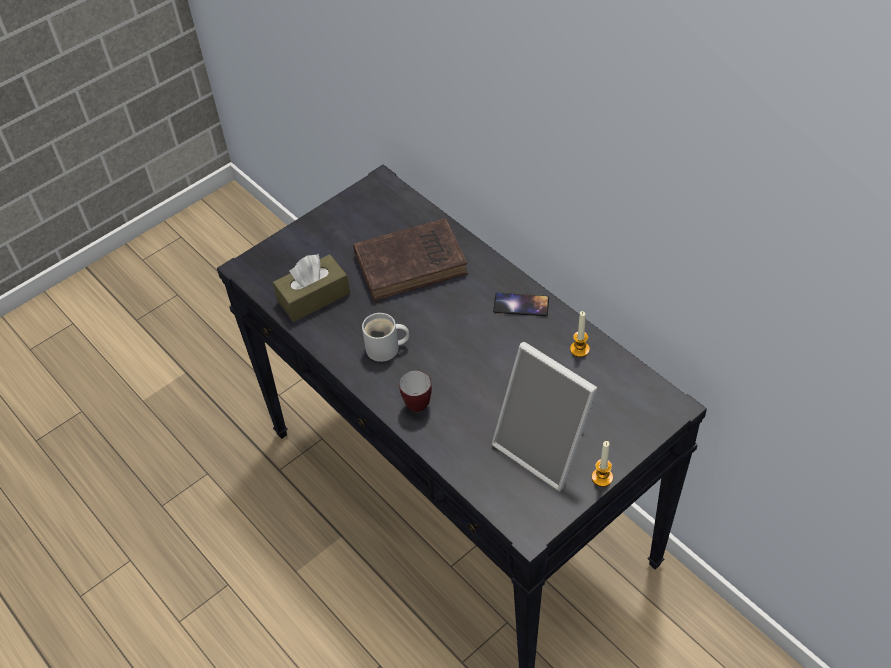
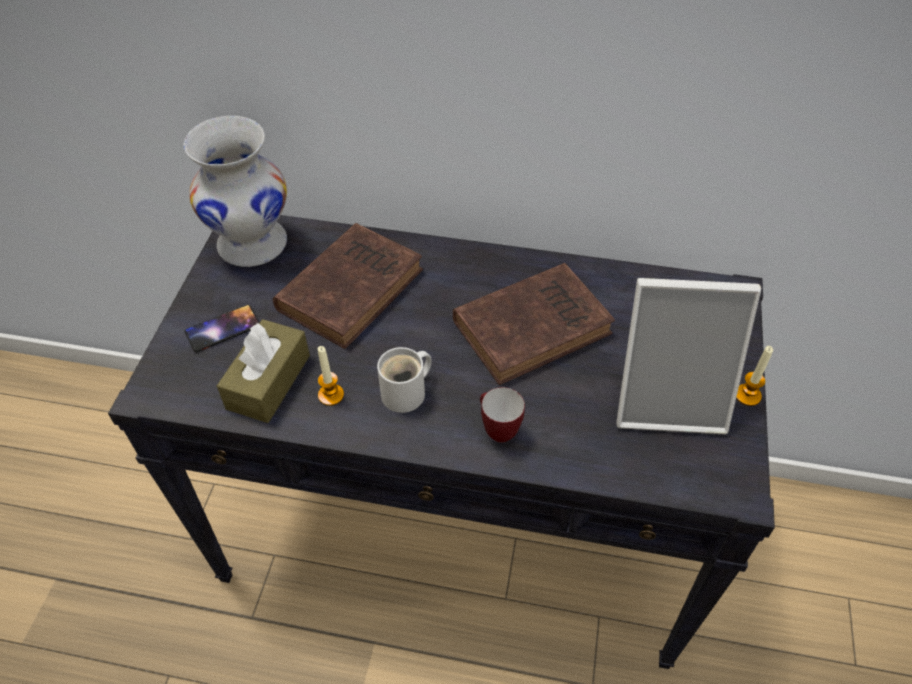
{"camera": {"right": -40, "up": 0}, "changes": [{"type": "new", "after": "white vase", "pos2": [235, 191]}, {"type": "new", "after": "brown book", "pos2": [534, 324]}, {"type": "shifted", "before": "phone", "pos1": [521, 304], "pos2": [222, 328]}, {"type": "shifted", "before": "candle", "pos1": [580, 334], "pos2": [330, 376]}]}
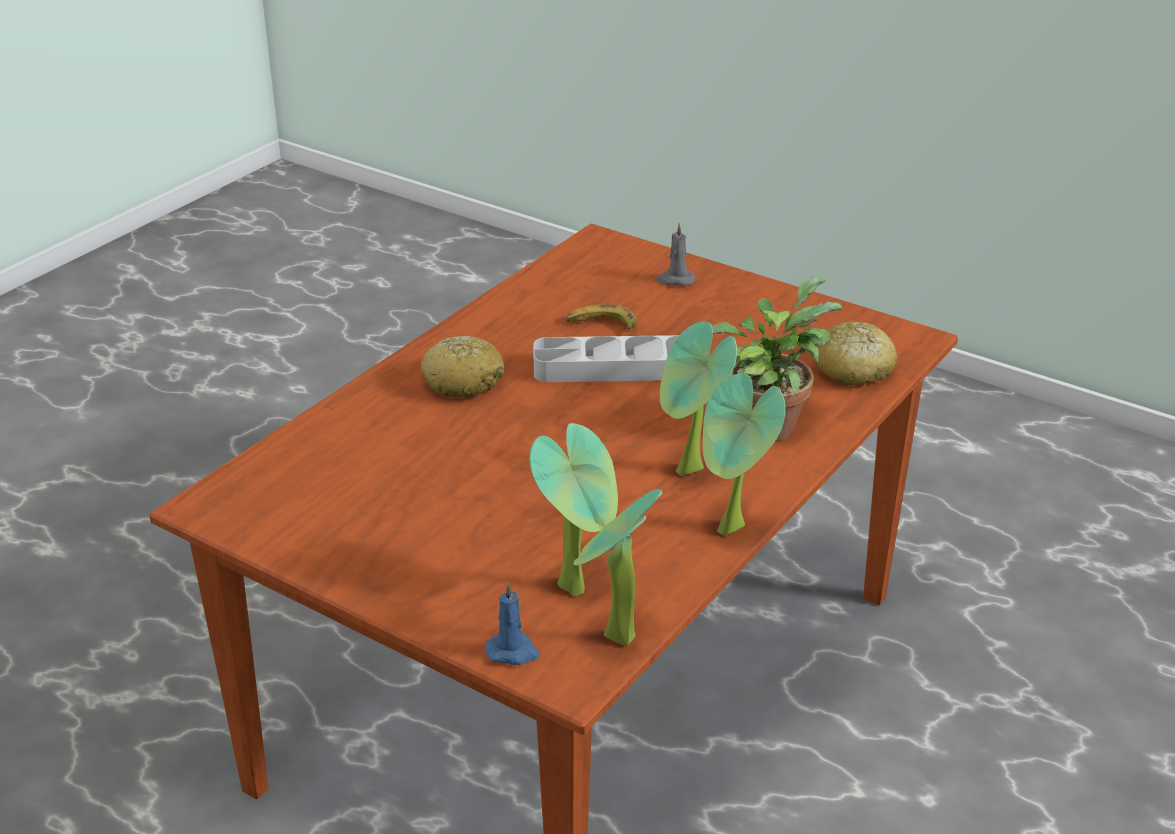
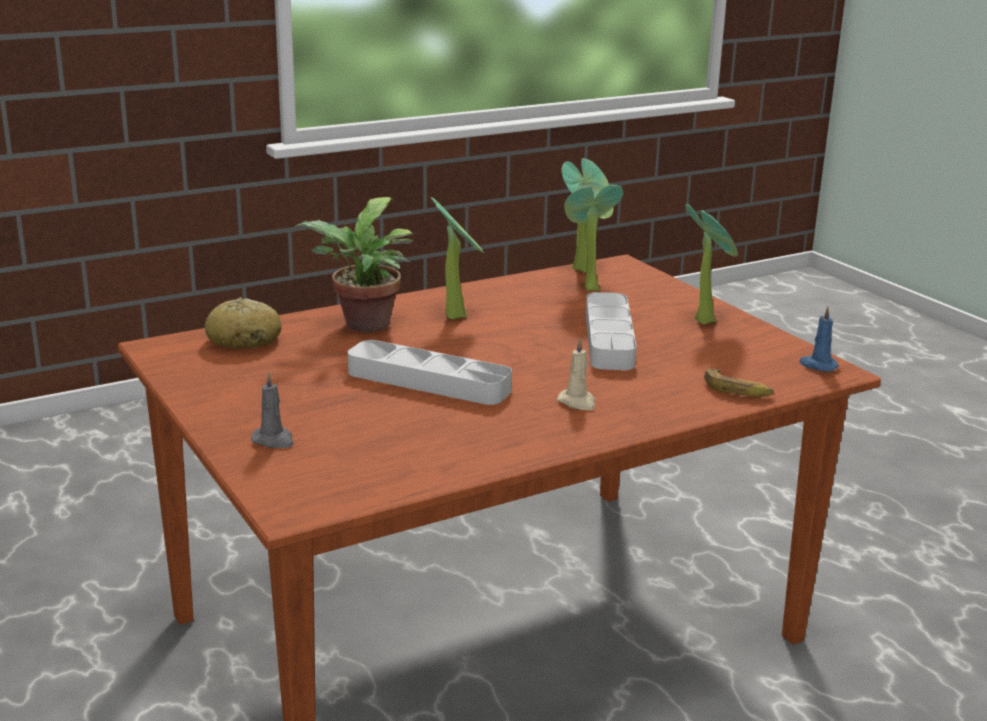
{"camera": {"right": -155, "up": -10}, "changes": [{"type": "new", "after": "grey tray", "pos2": [611, 331]}, {"type": "shifted", "before": "blue candle", "pos1": [512, 623], "pos2": [819, 339]}, {"type": "shifted", "before": "banana", "pos1": [601, 318], "pos2": [739, 383]}, {"type": "shifted", "before": "potted plant", "pos1": [743, 454], "pos2": [711, 264]}, {"type": "swapped", "before": "bread", "after": "beige candle", "pos1": [462, 367], "pos2": [576, 374]}]}
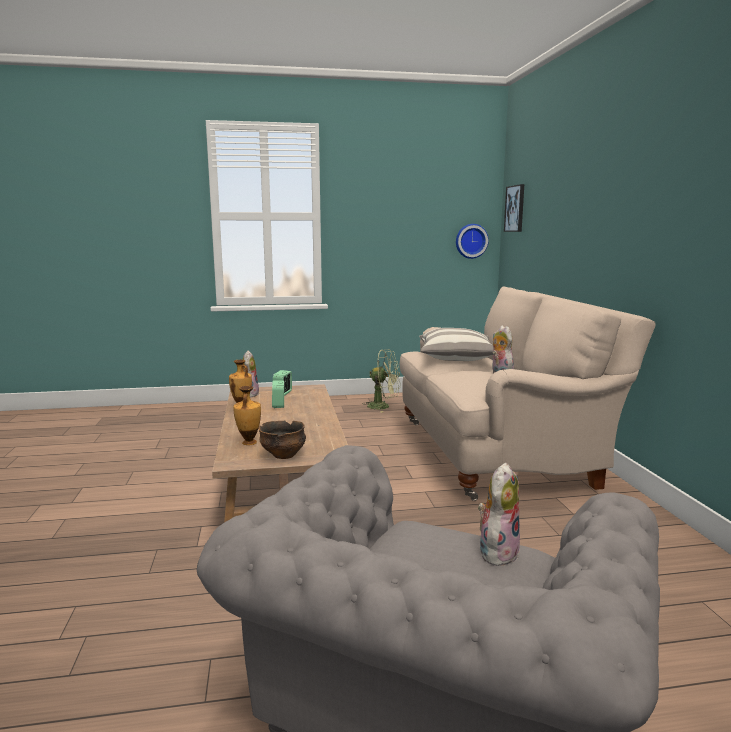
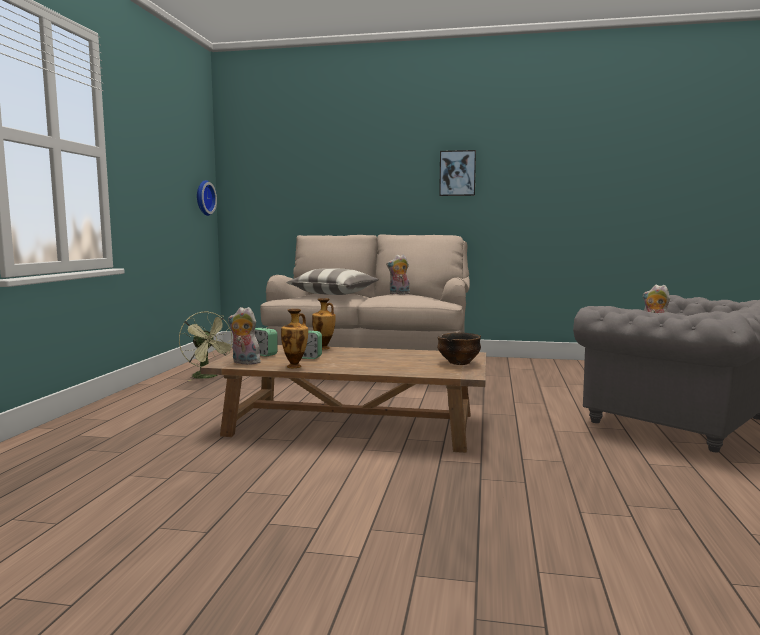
{"camera": {"right": -70, "up": -5}, "changes": [{"type": "shifted", "before": "vase", "pos1": [247, 415], "pos2": [324, 324]}, {"type": "shifted", "before": "picture", "pos1": [514, 208], "pos2": [457, 173]}, {"type": "rotated", "before": "green fan", "pos1": [382, 381], "pos2": [206, 346], "turn": 105}]}
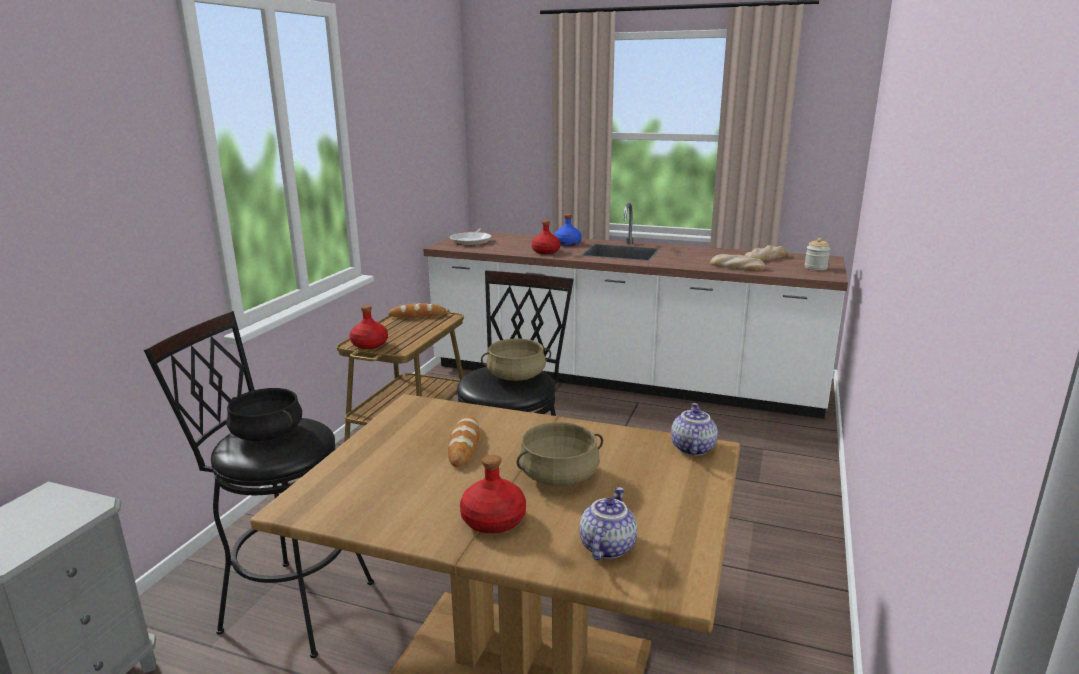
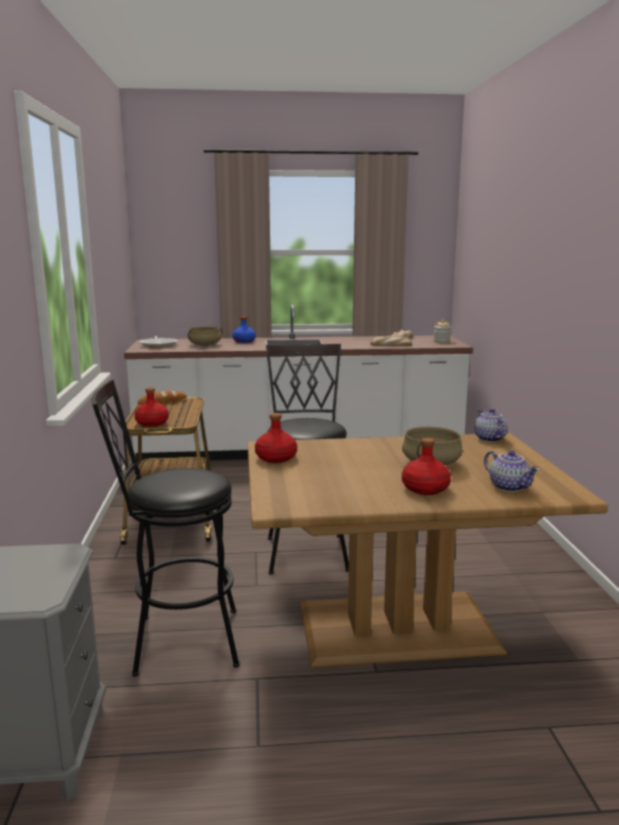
{"camera": {"right": -25, "up": -5}, "changes": [{"type": "gone", "before": "black cooking pot", "pos1": [264, 414]}, {"type": "gone", "before": "bread", "pos1": [463, 441]}, {"type": "shifted", "before": "beige cooking pot", "pos1": [516, 360], "pos2": [205, 336]}, {"type": "shifted", "before": "red bottle", "pos1": [546, 237], "pos2": [276, 438]}, {"type": "rotated", "before": "teapot", "pos1": [608, 523], "pos2": [511, 471], "turn": 150}]}
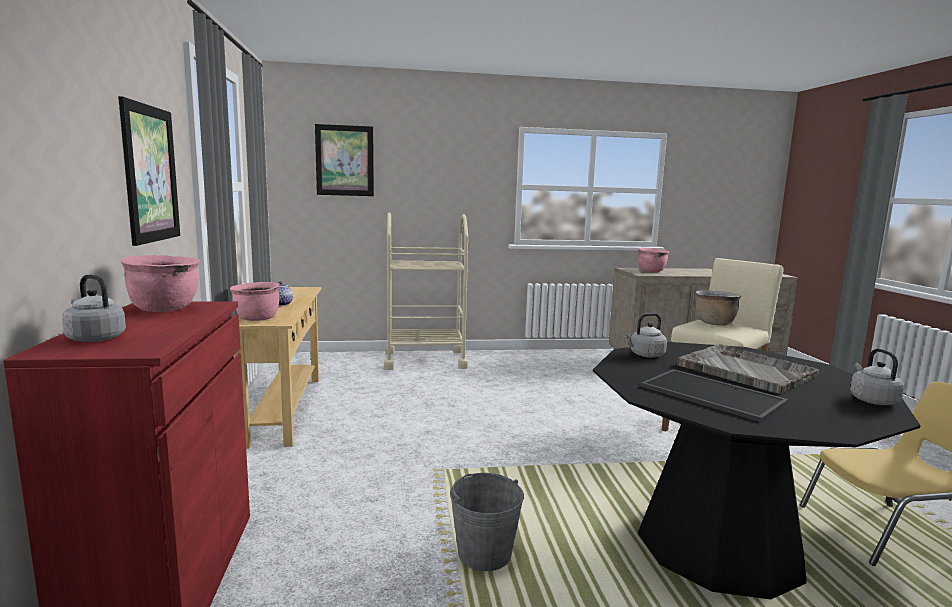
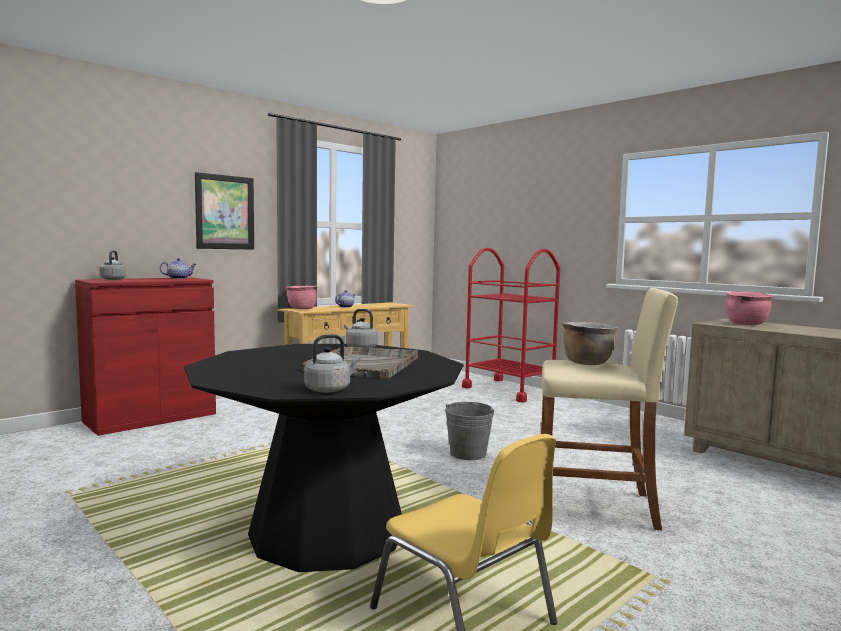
{"camera": {"right": 55, "up": -5}, "changes": [{"type": "gone", "before": "picture", "pos1": [344, 160]}, {"type": "gone", "before": "tray", "pos1": [715, 395]}, {"type": "shifted", "before": "grey bucket", "pos1": [487, 522], "pos2": [469, 431]}, {"type": "swapped", "before": "pink cooking pot", "after": "teapot", "pos1": [160, 283], "pos2": [178, 268]}, {"type": "repainted", "before": "beige cart", "after": "red cart", "pos1": [426, 291], "pos2": [511, 325]}]}
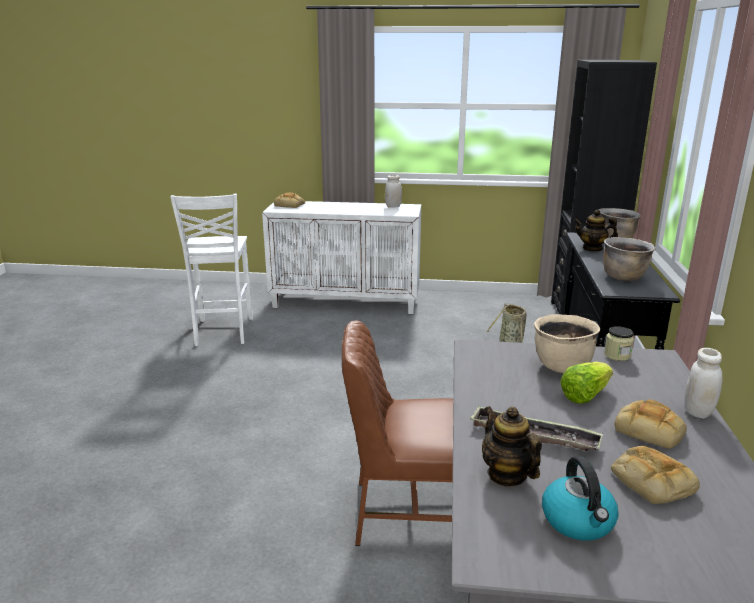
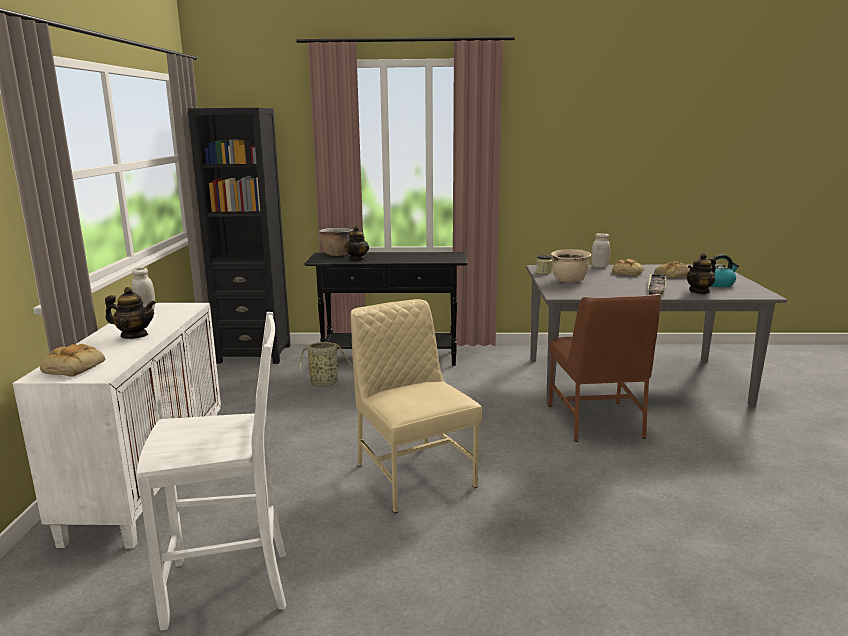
{"camera": {"right": -95, "up": -5}, "changes": [{"type": "gone", "before": "lettuce", "pos1": [586, 383]}, {"type": "gone", "before": "brown cooking pot", "pos1": [629, 259]}, {"type": "new", "after": "teapot", "pos2": [130, 313]}, {"type": "new", "after": "beige chair", "pos2": [416, 406]}]}
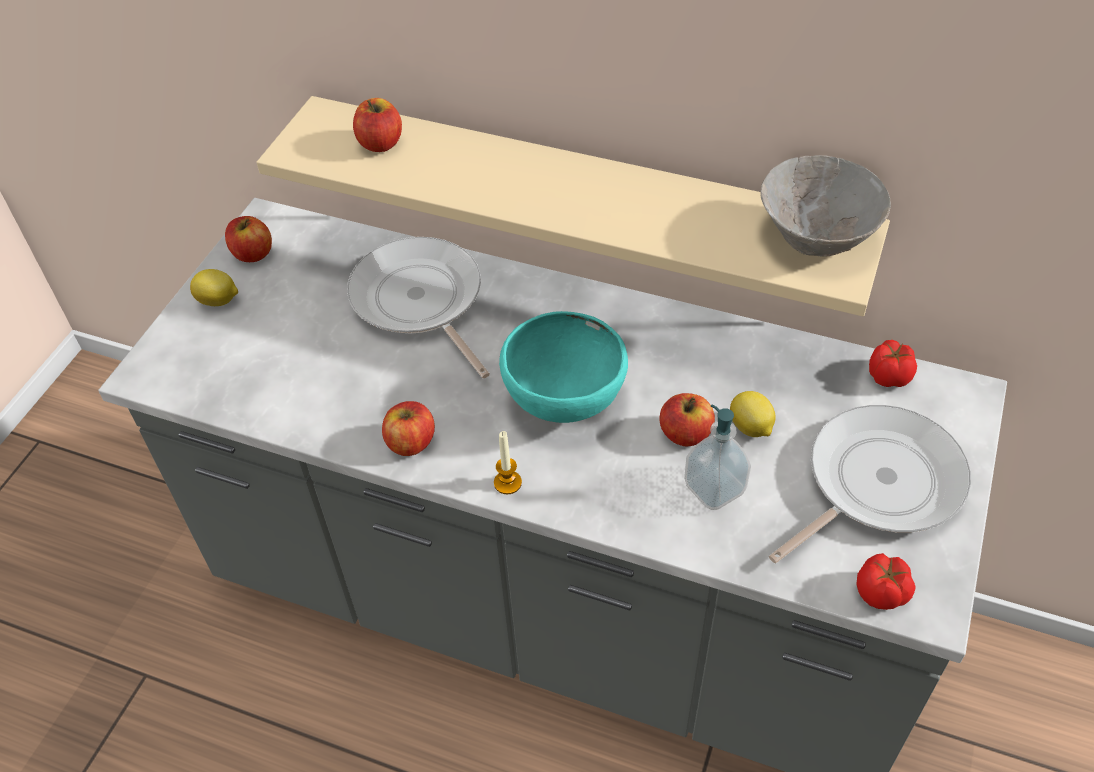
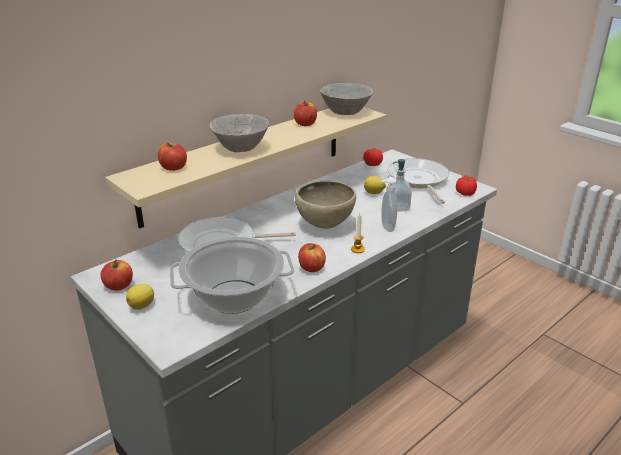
{"camera": {"right": -65, "up": -20}, "changes": [{"type": "new", "after": "cooking pot", "pos2": [232, 275]}, {"type": "new", "after": "grey bowl", "pos2": [239, 133]}, {"type": "new", "after": "soap dispenser", "pos2": [390, 204]}, {"type": "shifted", "before": "apple", "pos1": [687, 420], "pos2": [305, 113]}, {"type": "repainted", "before": "turquoise bowl", "after": "brown bowl", "pos1": [563, 367], "pos2": [325, 205]}]}
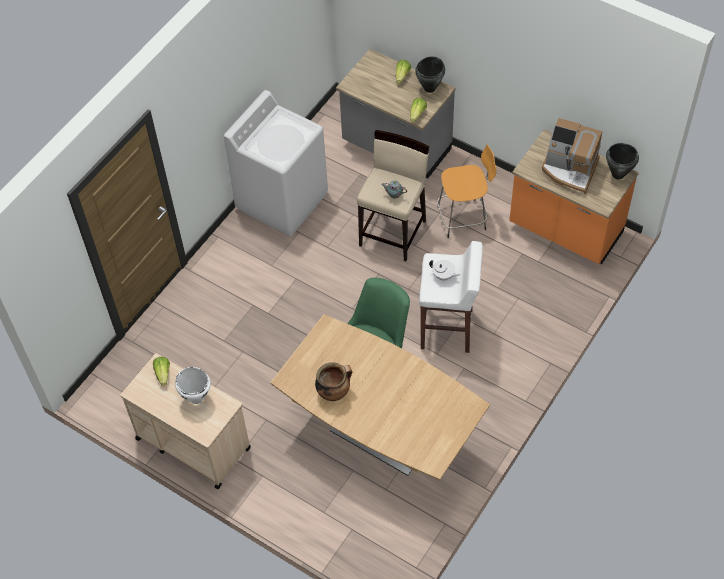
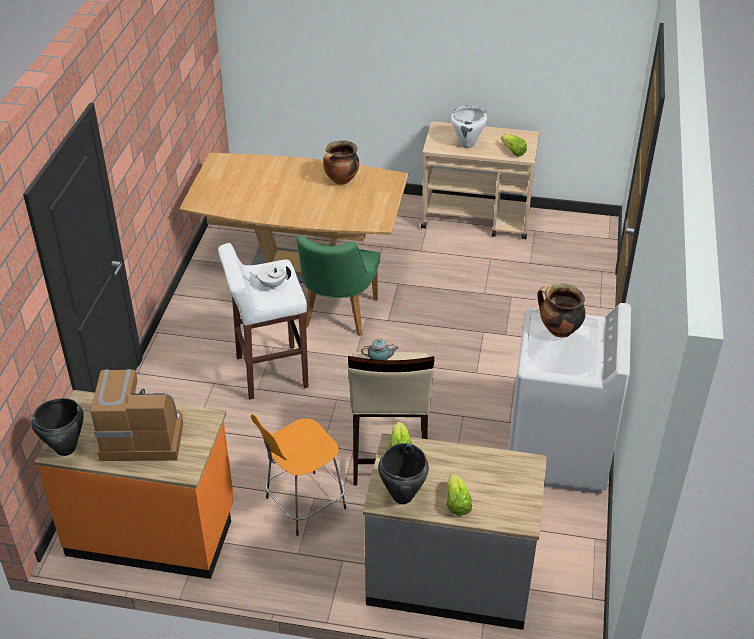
{"camera": {"right": 155, "up": -15}, "changes": [{"type": "new", "after": "cooking pot", "pos2": [561, 311]}]}
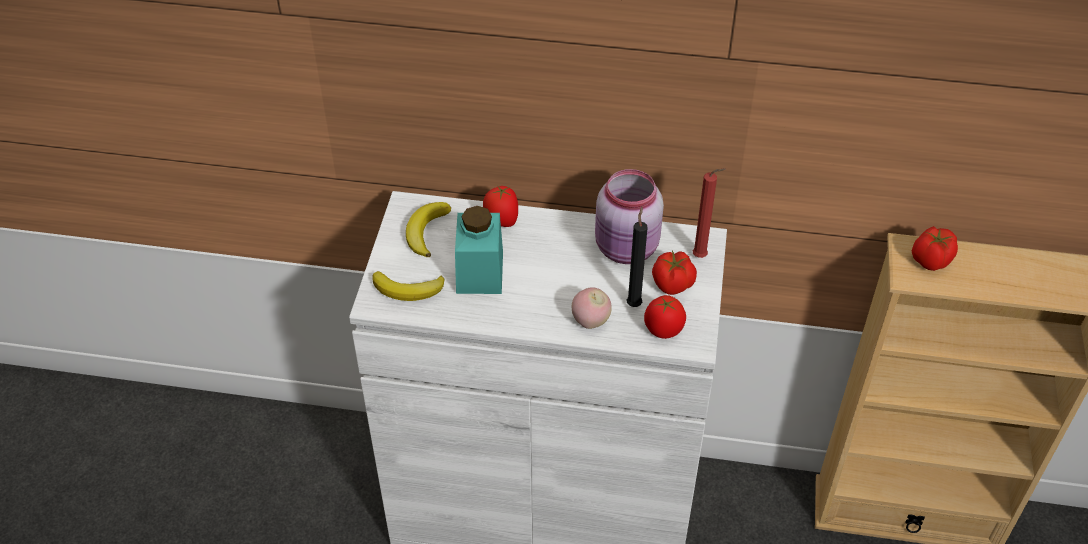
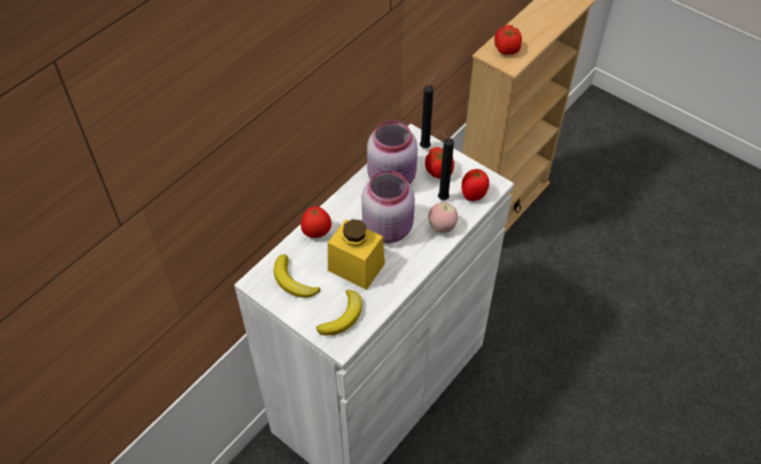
{"camera": {"right": -60, "up": 5}, "changes": [{"type": "new", "after": "pink jar", "pos2": [388, 206]}, {"type": "repainted", "before": "turquoise jar", "after": "yellow jar", "pos1": [479, 250], "pos2": [356, 254]}, {"type": "repainted", "before": "red candle", "after": "black candle", "pos1": [709, 213], "pos2": [428, 112]}]}
